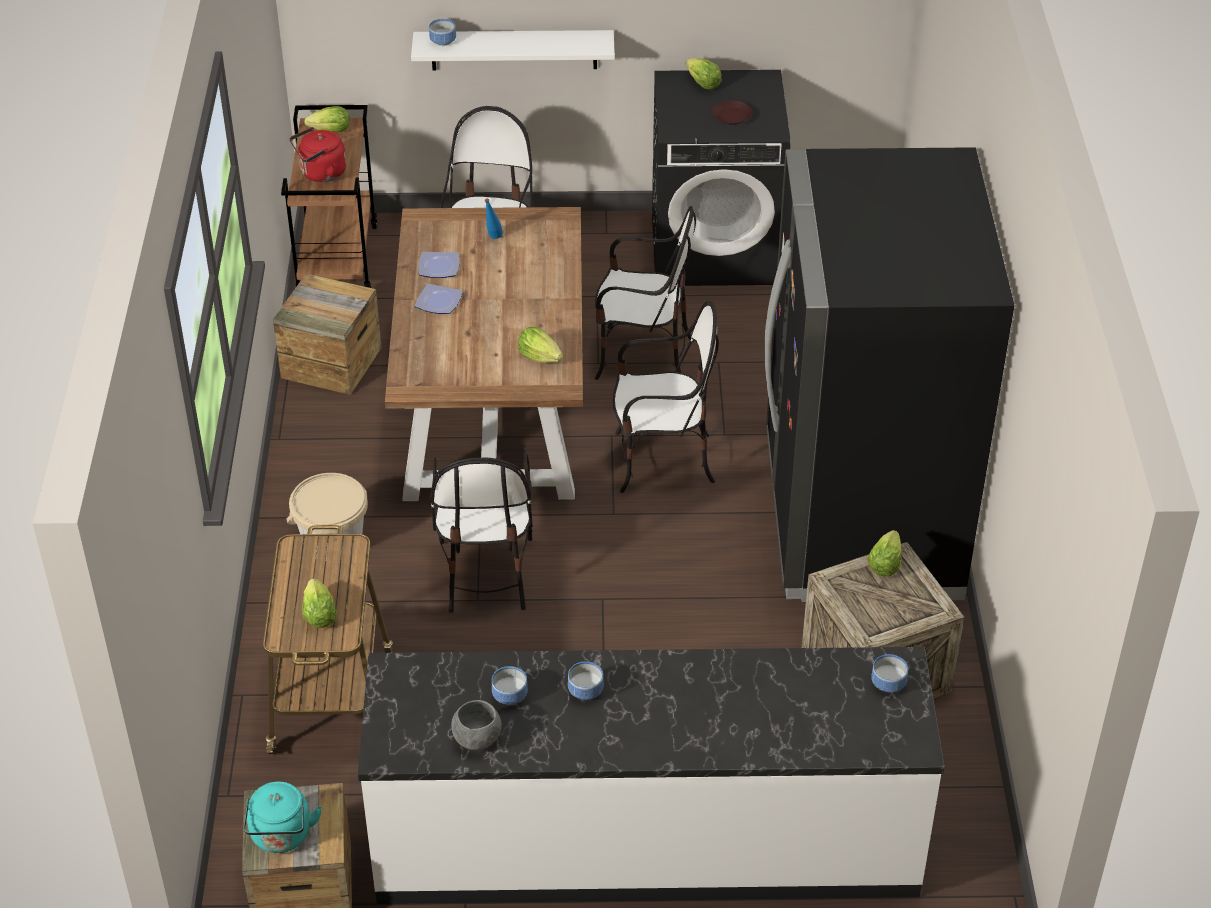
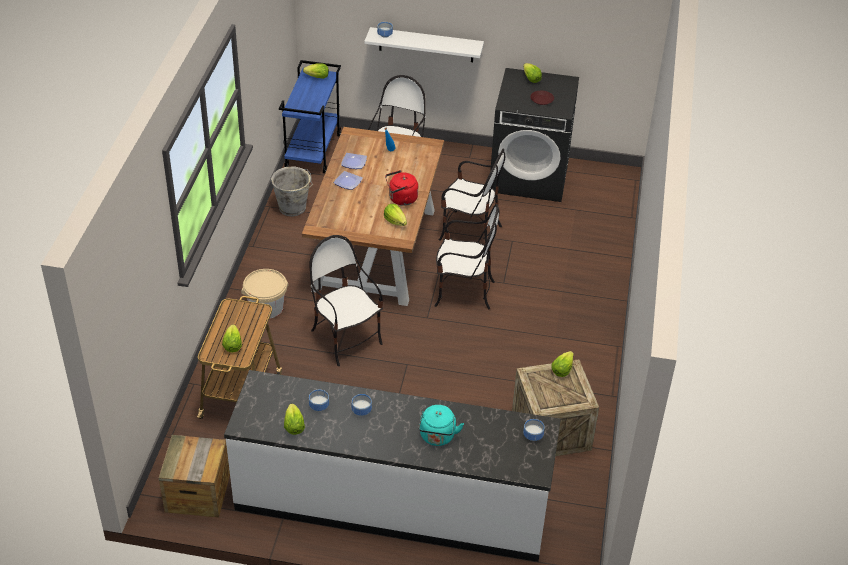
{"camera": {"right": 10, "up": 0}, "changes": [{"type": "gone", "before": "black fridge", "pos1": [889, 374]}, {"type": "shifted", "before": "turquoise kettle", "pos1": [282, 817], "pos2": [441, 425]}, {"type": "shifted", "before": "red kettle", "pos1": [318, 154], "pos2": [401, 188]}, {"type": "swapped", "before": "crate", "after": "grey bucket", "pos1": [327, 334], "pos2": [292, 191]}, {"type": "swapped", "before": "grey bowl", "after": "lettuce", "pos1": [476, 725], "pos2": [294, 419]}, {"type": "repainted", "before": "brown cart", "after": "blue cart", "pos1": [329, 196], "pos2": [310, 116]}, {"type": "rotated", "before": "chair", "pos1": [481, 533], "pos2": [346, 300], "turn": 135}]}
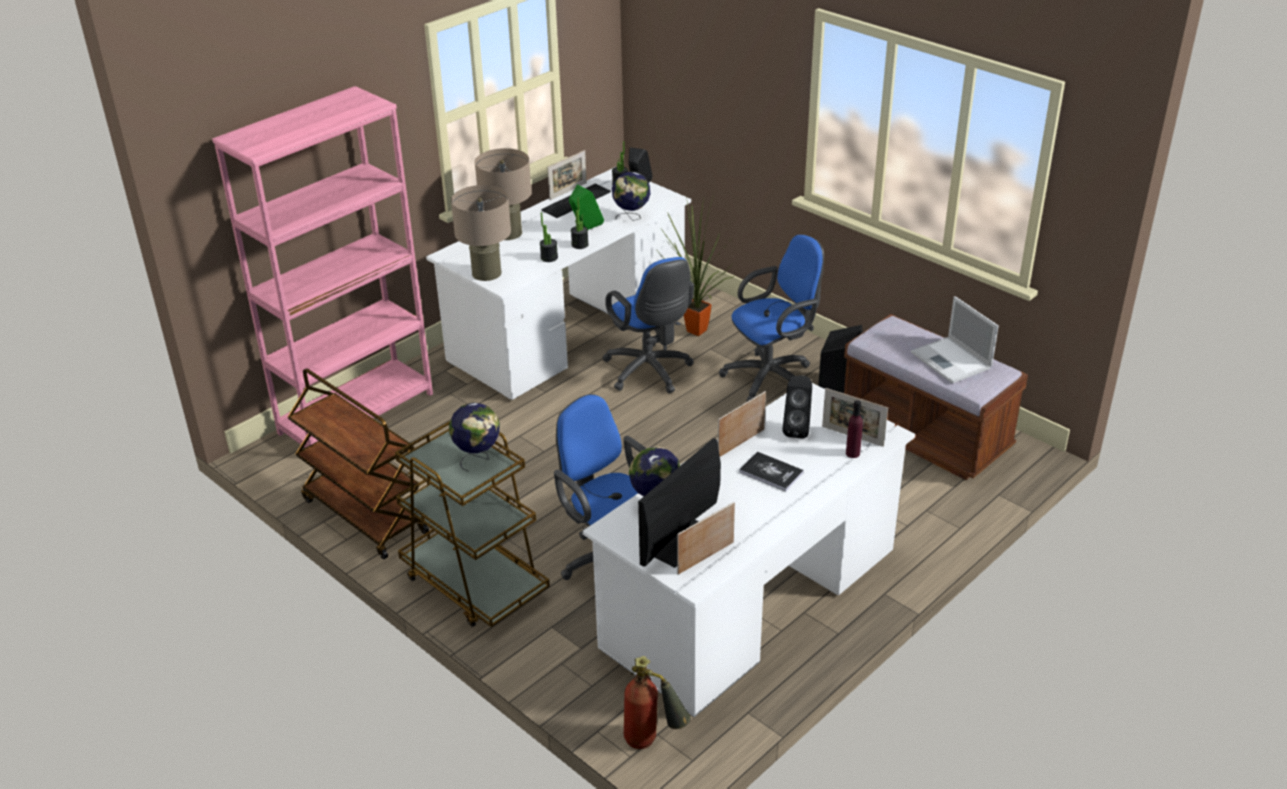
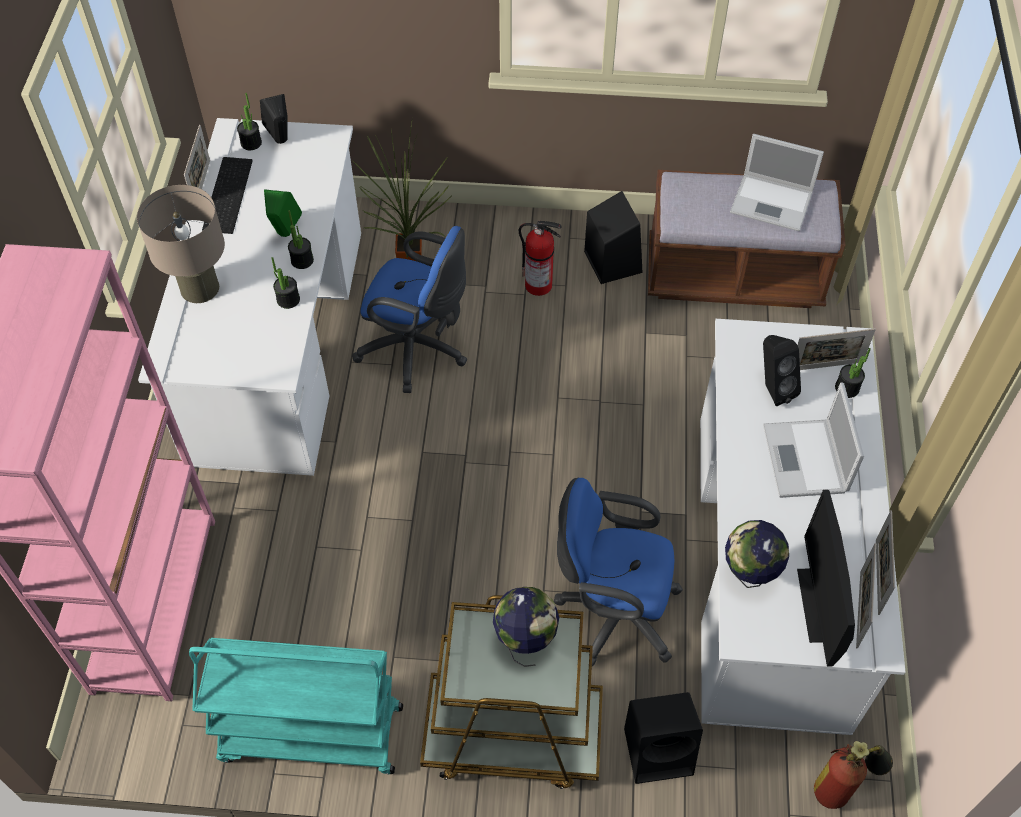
{"camera": {"right": -40, "up": 20}, "changes": [{"type": "gone", "before": "beige table lamp", "pos1": [481, 233]}, {"type": "gone", "before": "globe", "pos1": [631, 196]}, {"type": "new", "after": "black speaker", "pos2": [663, 738]}, {"type": "shifted", "before": "picture frame", "pos1": [742, 424], "pos2": [885, 562]}, {"type": "swapped", "before": "blue office chair", "after": "fire extinguisher", "pos1": [771, 318], "pos2": [540, 258]}, {"type": "swapped", "before": "book", "after": "laptop", "pos1": [771, 472], "pos2": [813, 440]}, {"type": "swapped", "before": "purple bottle", "after": "potted plant", "pos1": [854, 429], "pos2": [853, 373]}, {"type": "repainted", "before": "brown cart", "after": "turquoise cart", "pos1": [358, 463], "pos2": [296, 706]}]}
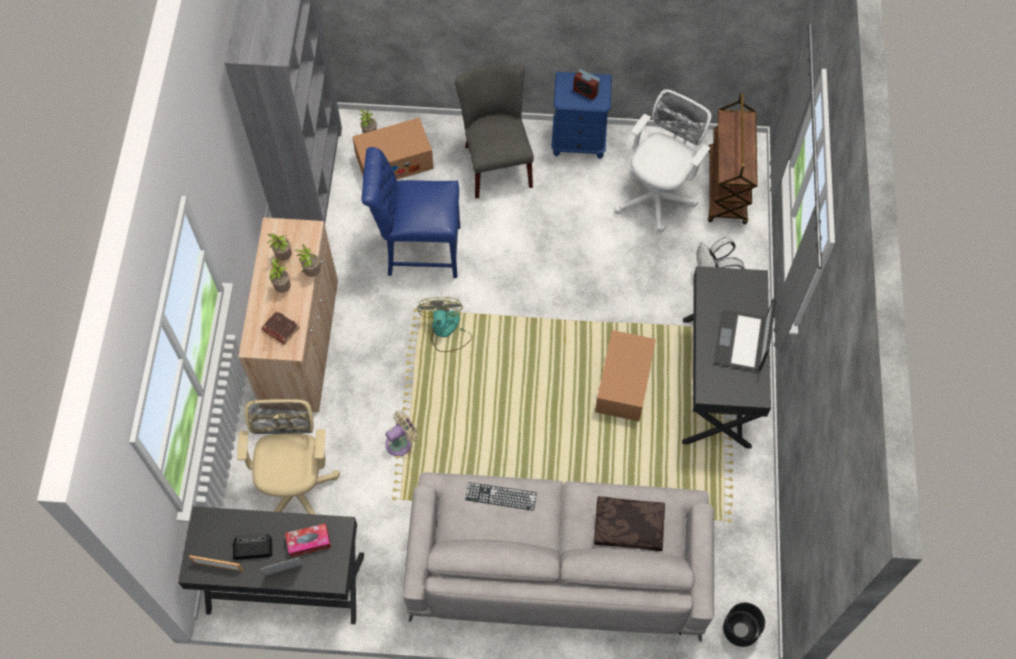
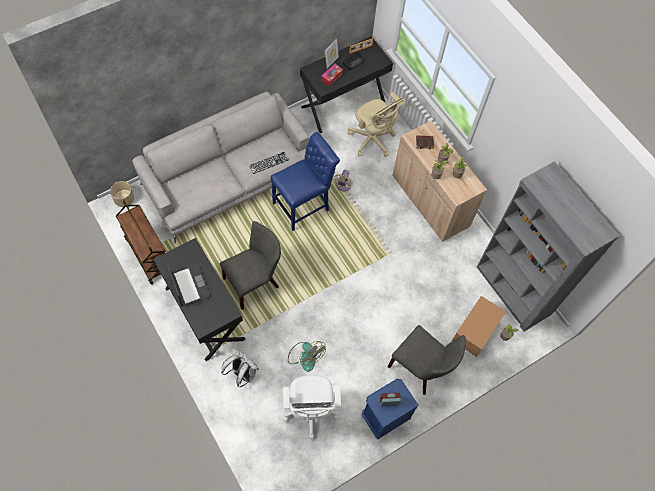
{"camera": {"right": 140, "up": 0}, "changes": [{"type": "gone", "before": "brown pillow", "pos1": [629, 523]}, {"type": "shifted", "before": "blue chair", "pos1": [410, 212], "pos2": [305, 181]}, {"type": "shifted", "before": "fan", "pos1": [444, 324], "pos2": [307, 356]}, {"type": "shifted", "before": "brown cart", "pos1": [733, 158], "pos2": [141, 243]}, {"type": "swapped", "before": "cardboard box", "after": "grey chair", "pos1": [625, 375], "pos2": [250, 265]}, {"type": "repainted", "before": "black planter", "after": "beige planter", "pos1": [744, 624], "pos2": [122, 194]}]}
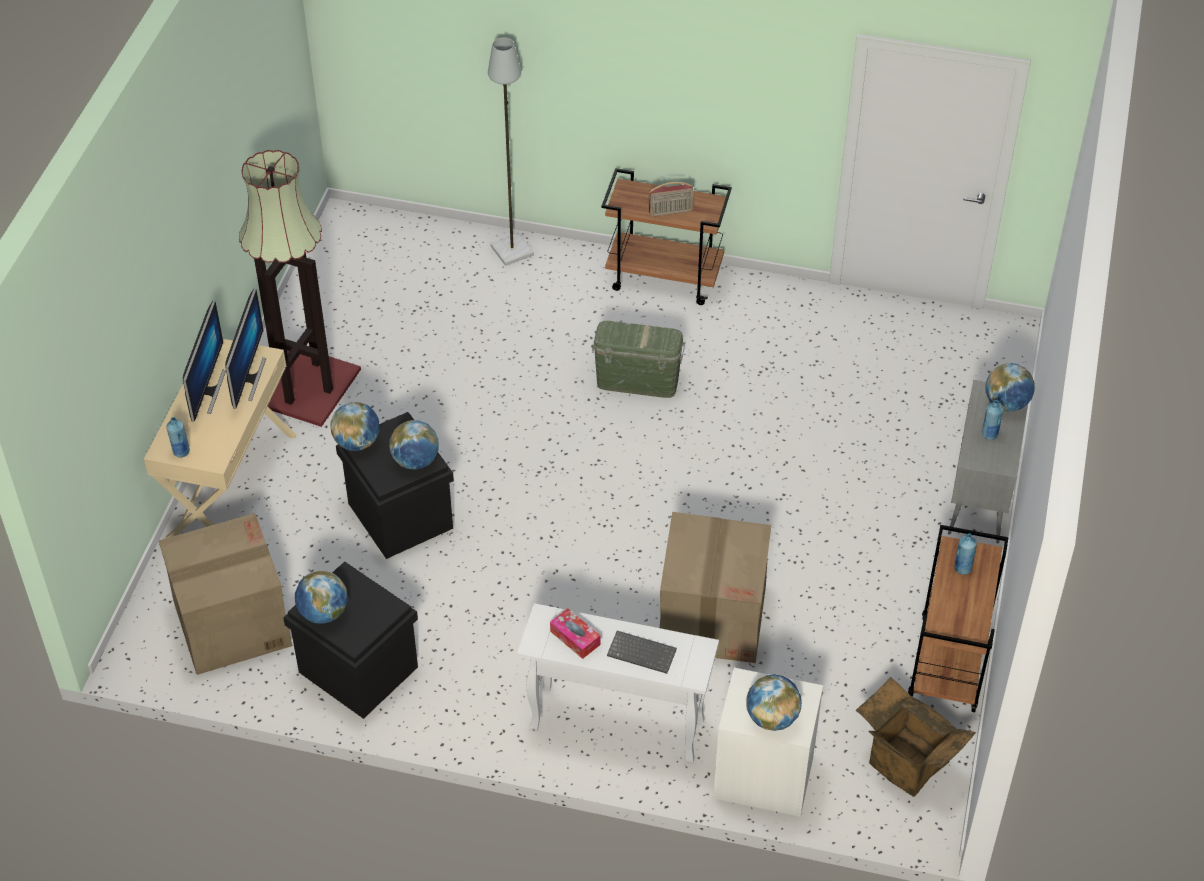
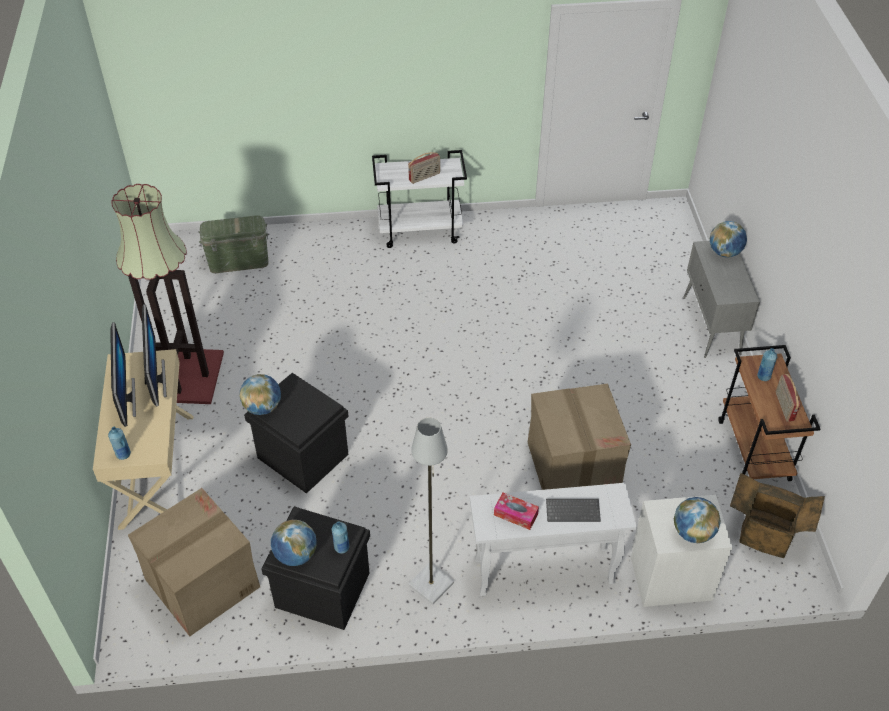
{"camera": {"right": -20, "up": 0}, "changes": [{"type": "gone", "before": "globe", "pos1": [414, 444]}, {"type": "new", "after": "radio", "pos2": [788, 398]}, {"type": "shifted", "before": "grey floor lamp", "pos1": [511, 151], "pos2": [431, 511]}, {"type": "shifted", "before": "green storage box", "pos1": [638, 359], "pos2": [234, 244]}, {"type": "shifted", "before": "blue bottle", "pos1": [992, 420], "pos2": [340, 537]}, {"type": "repainted", "before": "brown cart", "after": "white cart", "pos1": [667, 236], "pos2": [419, 199]}]}
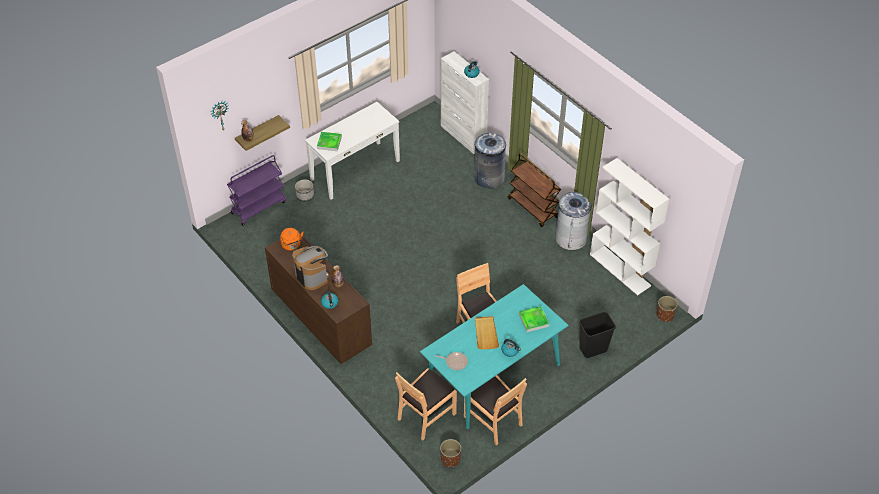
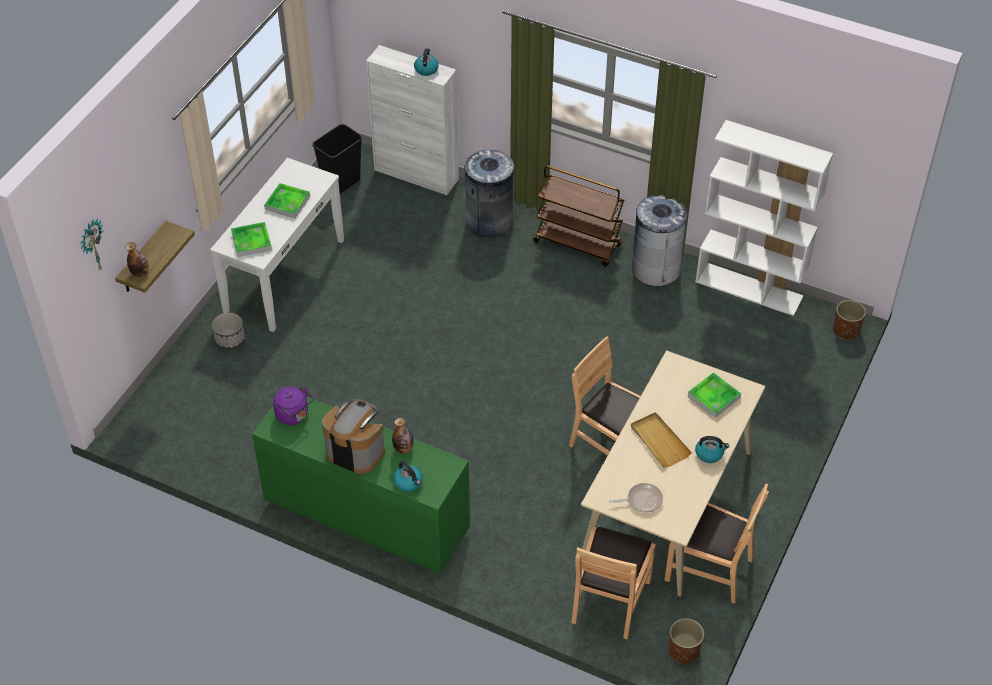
{"camera": {"right": -25, "up": 0}, "changes": [{"type": "gone", "before": "purple cart", "pos1": [256, 190]}, {"type": "new", "after": "tray", "pos2": [287, 200]}, {"type": "shifted", "before": "black trash can", "pos1": [597, 334], "pos2": [337, 159]}, {"type": "repainted", "before": "brown dresser", "after": "green dresser", "pos1": [318, 297], "pos2": [361, 485]}, {"type": "repainted", "before": "orange kettle", "after": "purple kettle", "pos1": [292, 239], "pos2": [293, 406]}, {"type": "repainted", "before": "turquoise dining table", "after": "beige dining table", "pos1": [494, 356], "pos2": [673, 473]}]}
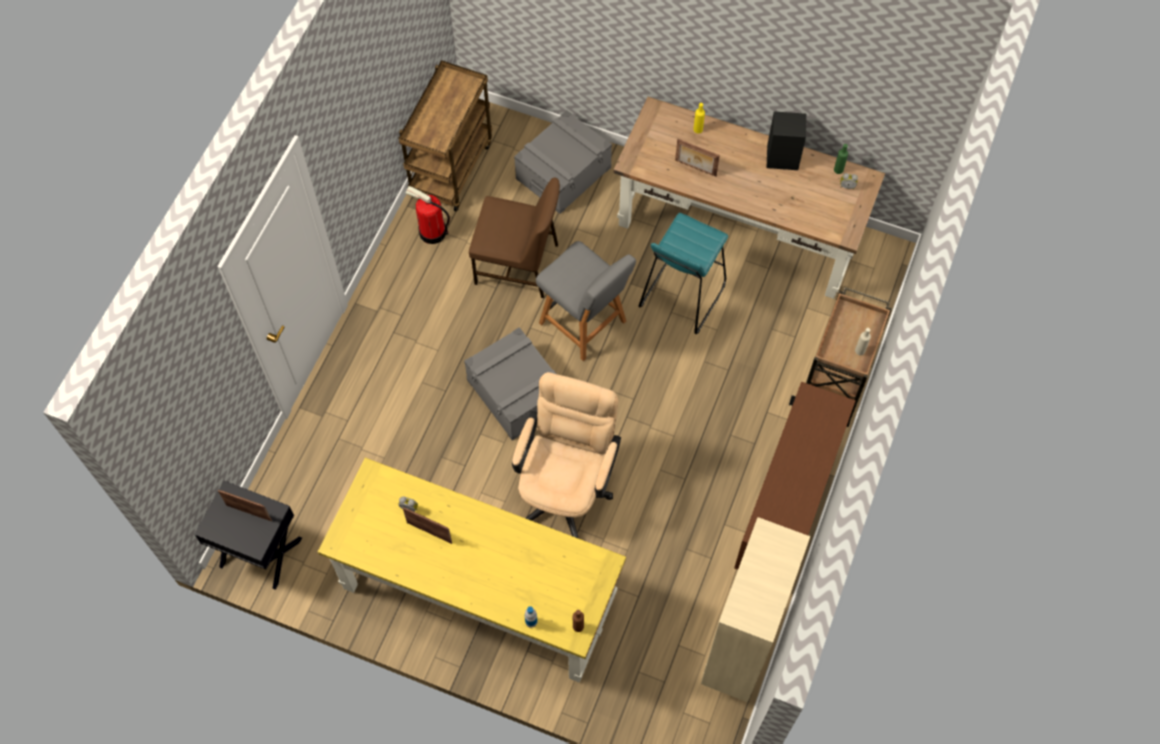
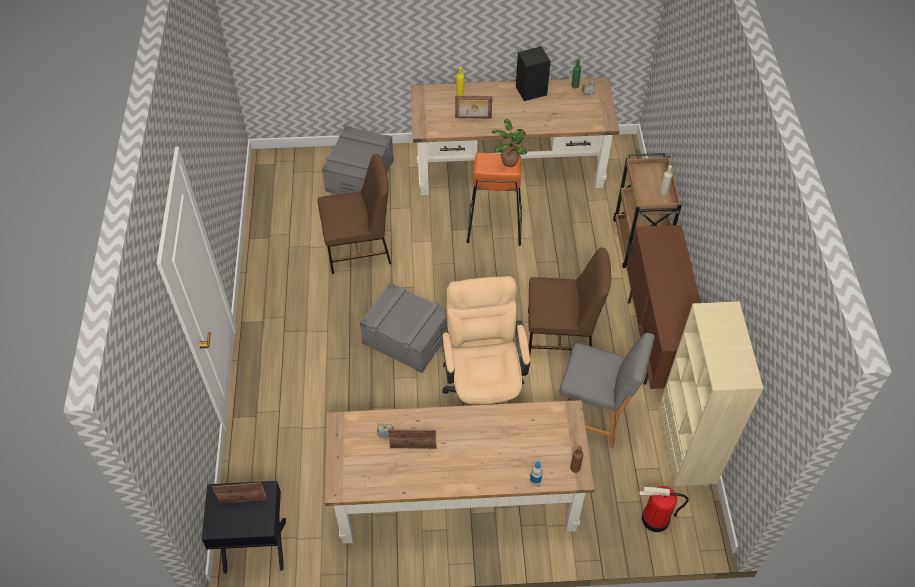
{"camera": {"right": -25, "up": -10}, "changes": [{"type": "gone", "before": "brown cart", "pos1": [445, 136]}, {"type": "new", "after": "potted plant", "pos2": [509, 143]}, {"type": "new", "after": "brown chair", "pos2": [569, 301]}, {"type": "shifted", "before": "fire extinguisher", "pos1": [427, 215], "pos2": [664, 509]}, {"type": "shifted", "before": "grey chair", "pos1": [586, 301], "pos2": [607, 390]}, {"type": "repainted", "before": "yellow desk", "after": "brown desk", "pos1": [472, 570], "pos2": [460, 472]}, {"type": "repainted", "before": "turquoise stool", "after": "orange stool", "pos1": [683, 273], "pos2": [494, 199]}]}
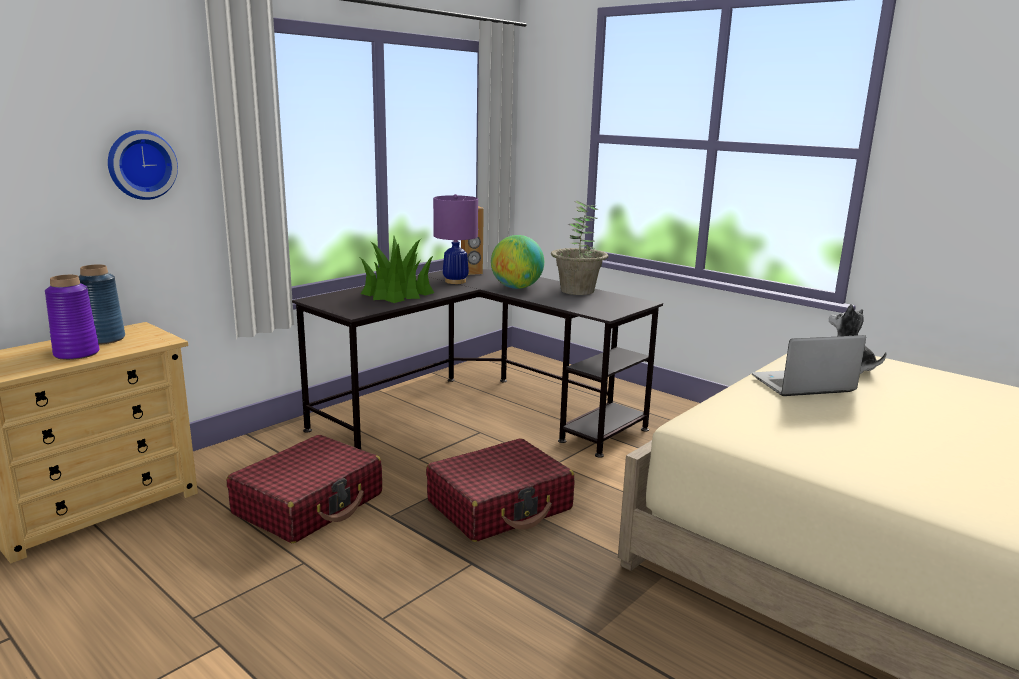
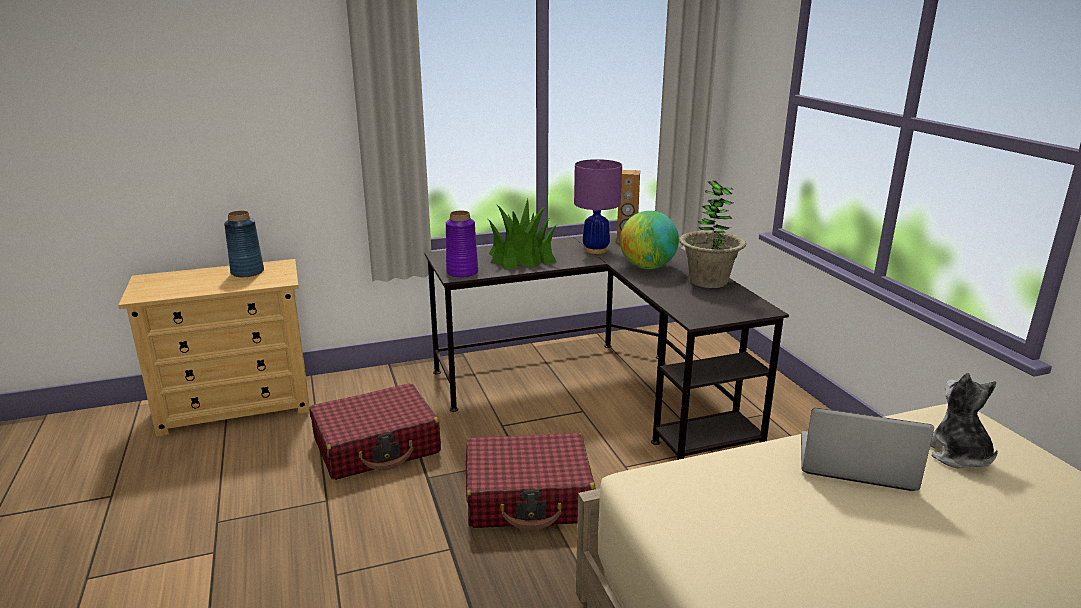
{"camera": {"right": 30, "up": 5}, "changes": [{"type": "gone", "before": "wall clock", "pos1": [143, 165]}, {"type": "shifted", "before": "purple vase", "pos1": [72, 317], "pos2": [462, 244]}]}
